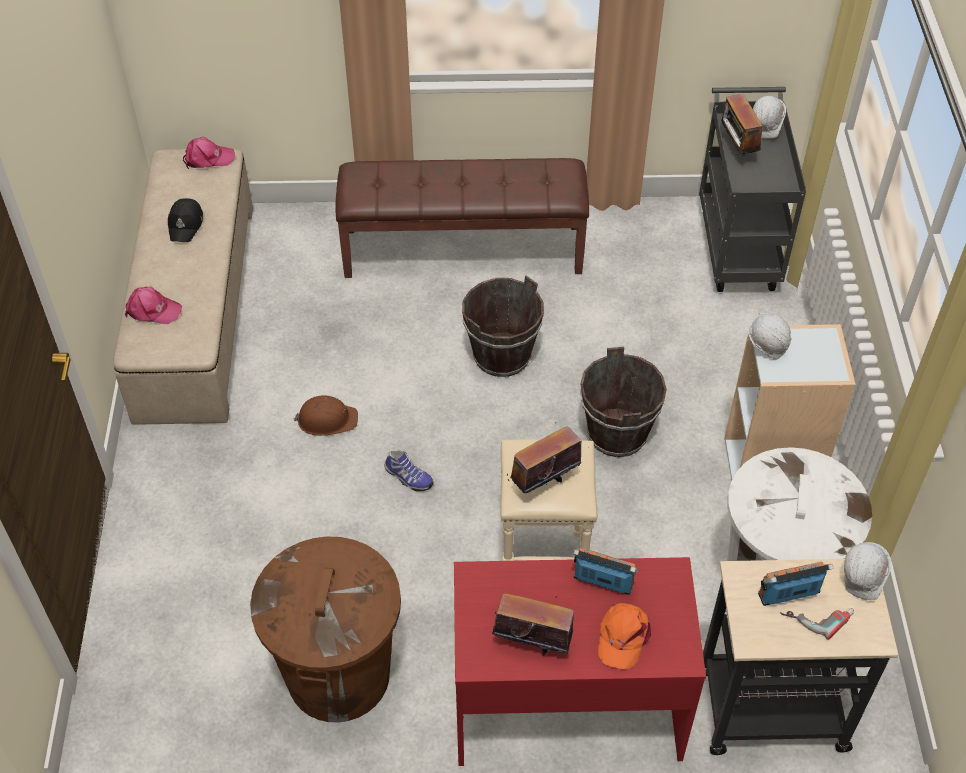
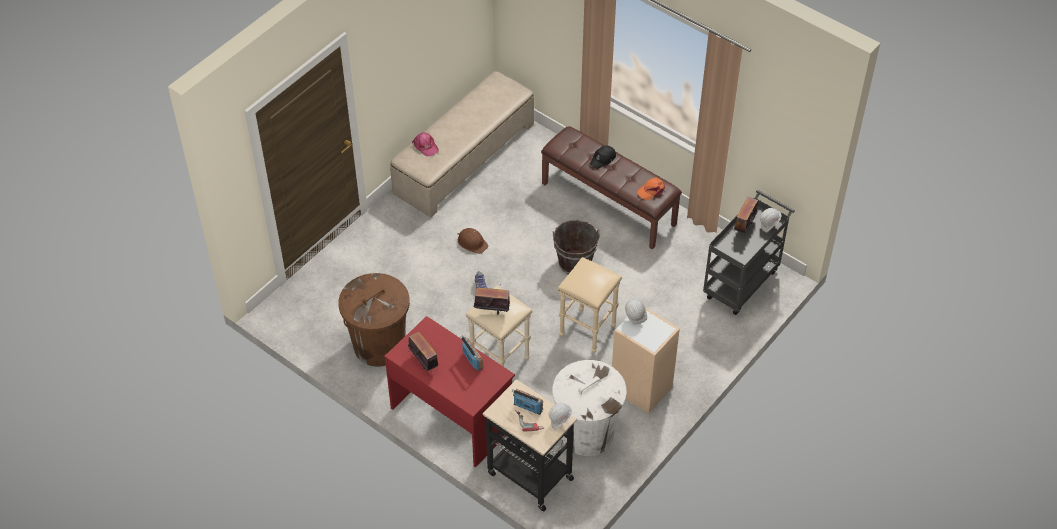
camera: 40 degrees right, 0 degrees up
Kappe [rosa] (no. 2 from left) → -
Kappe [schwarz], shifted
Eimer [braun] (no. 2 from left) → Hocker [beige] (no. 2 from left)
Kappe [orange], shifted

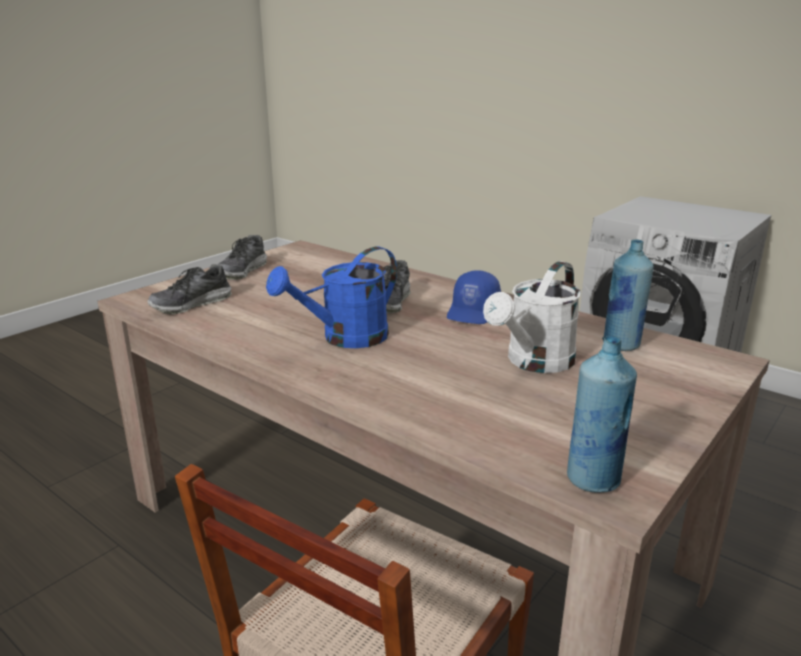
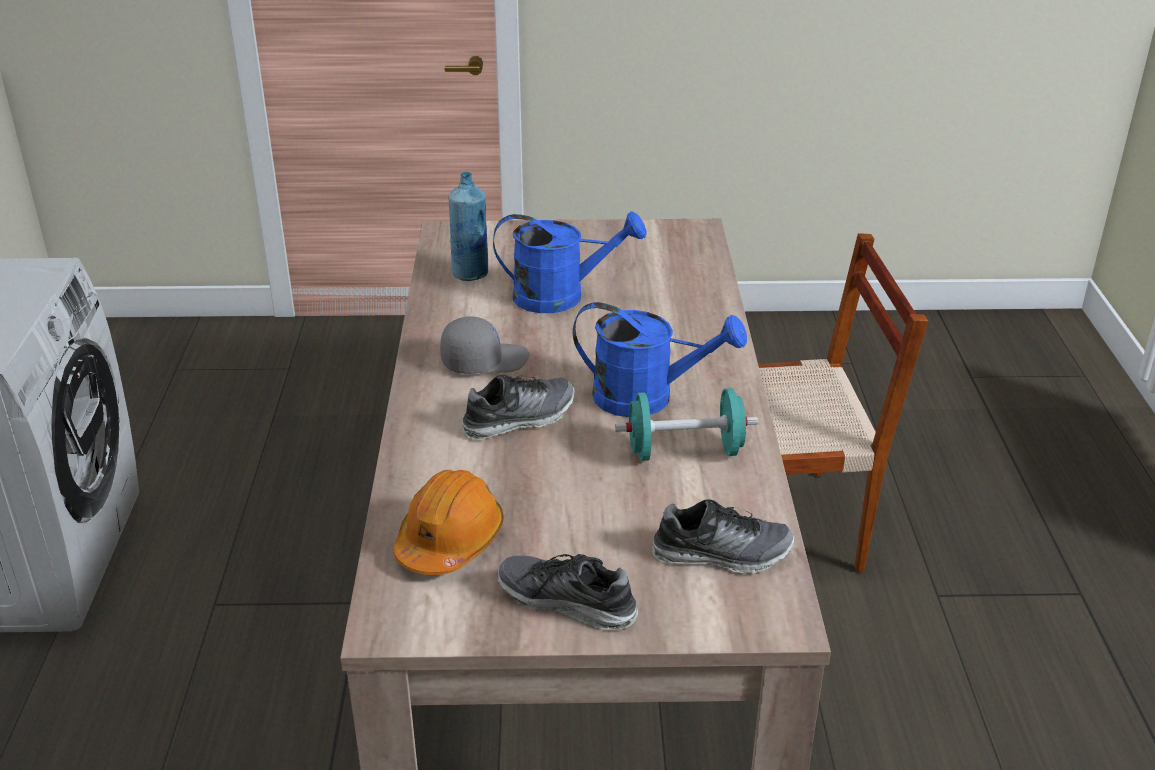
camera: 130 degrees left, 10 degrees up
Schuh (no. 2 from left), 135 degrees counterclockwise
Gießkanne [weiß] → Gießkanne [blau] (no. 1 from left)
Kappe [blau] → Kappe [grau]
Flasche [blau] (no. 1 from left) → -
- → Hantel [türkis]
- → Schutzhelm [orange]

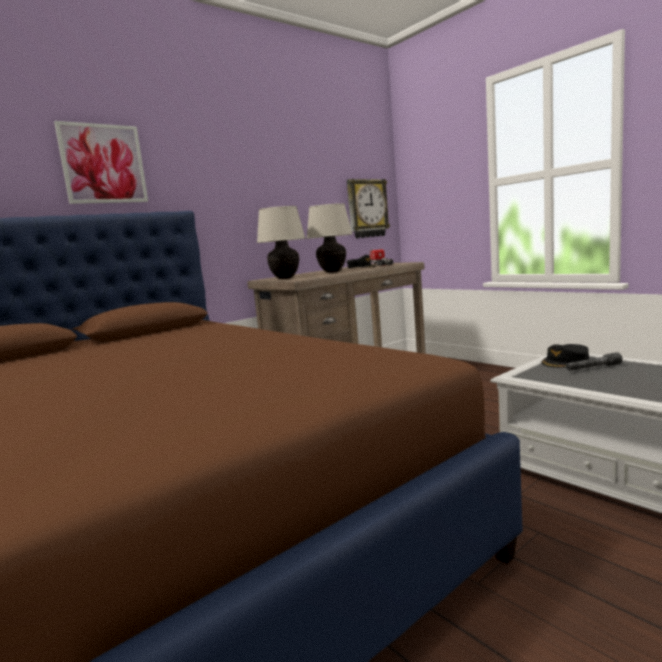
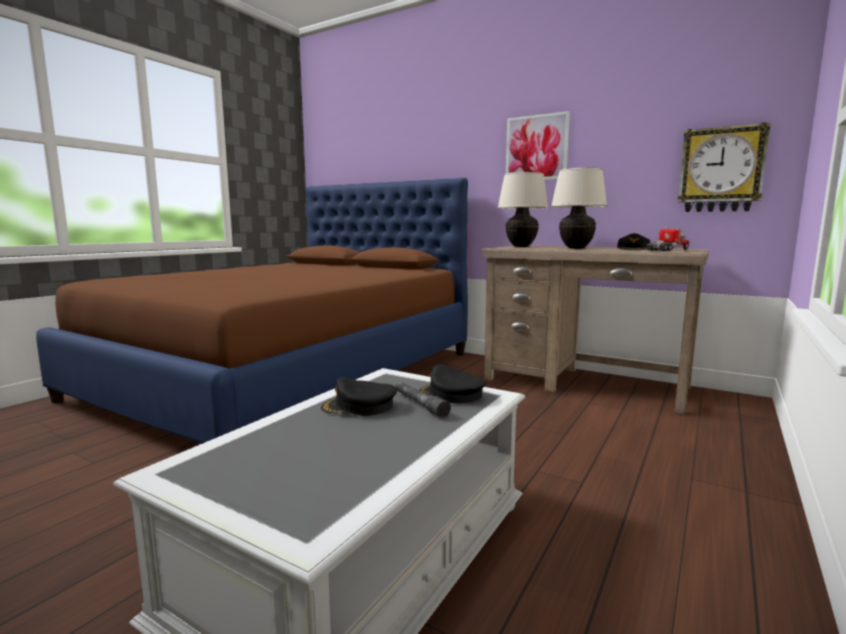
camera: 70 degrees right, 0 degrees up
Bild, shifted
- → Kappe [schwarz] (no. 1 from left)

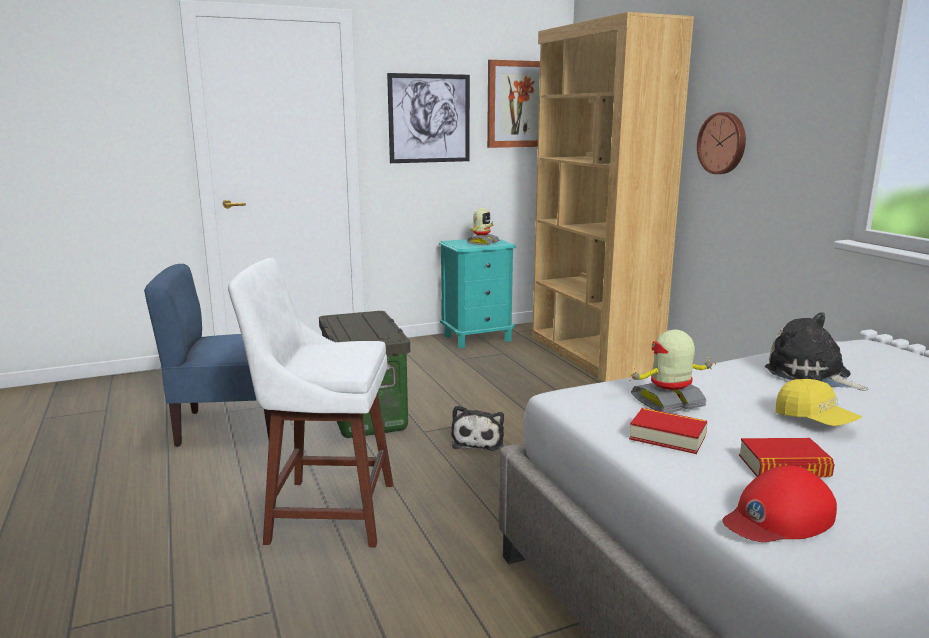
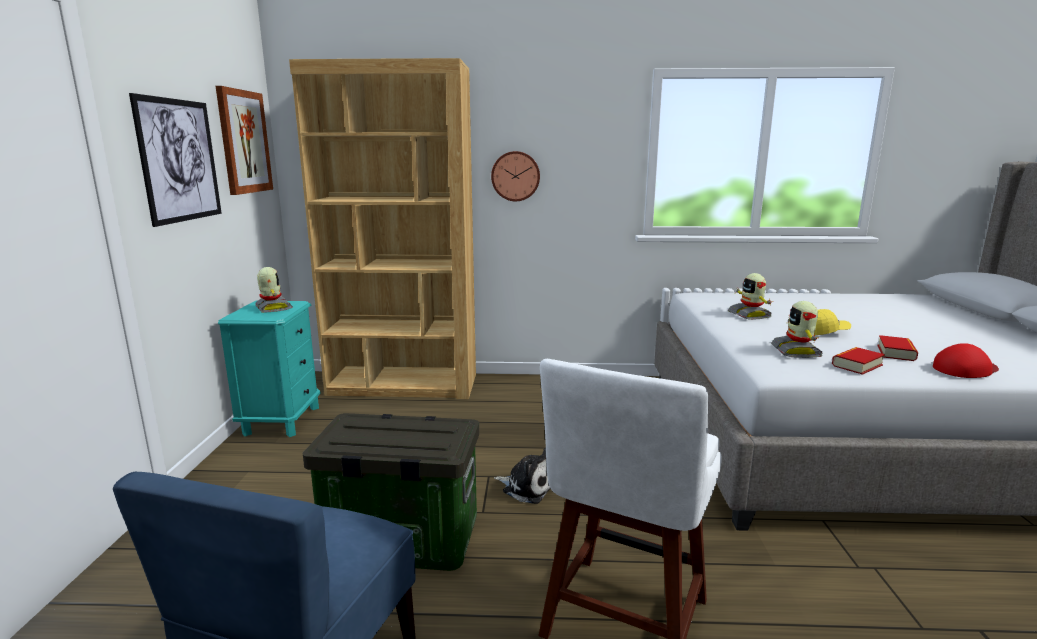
camera: 65 degrees left, 0 degrees up
Plüschtier (no. 2 from left) → Spielzeugroboter (no. 2 from left)
Kappe [rot], 105 degrees counterclockwise

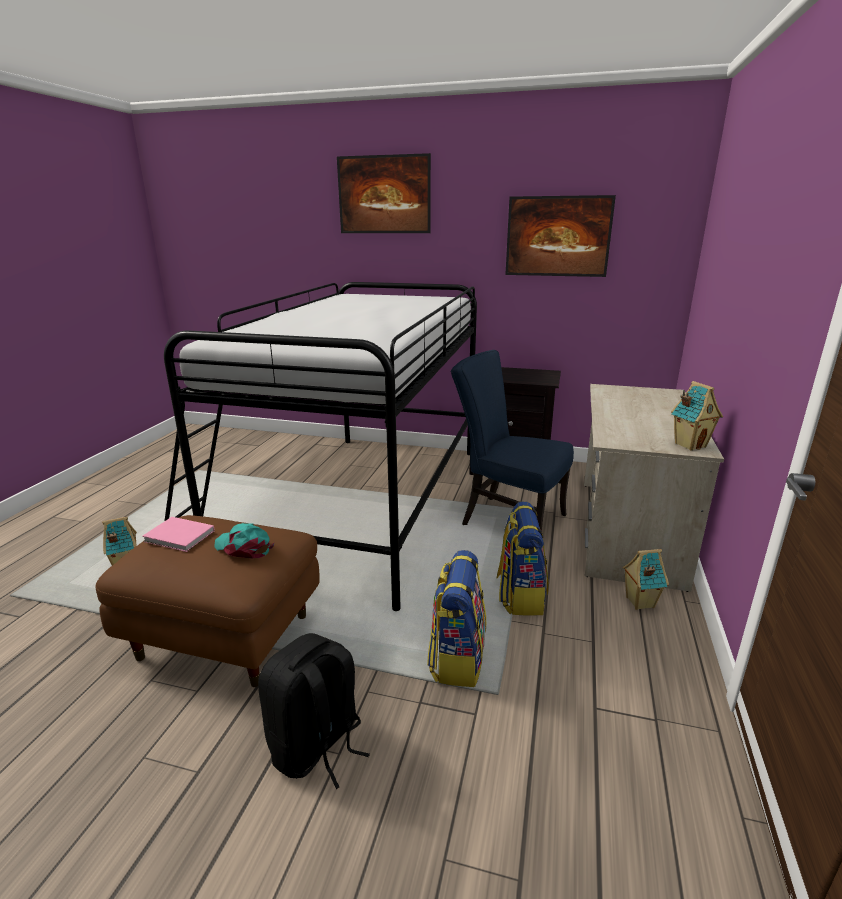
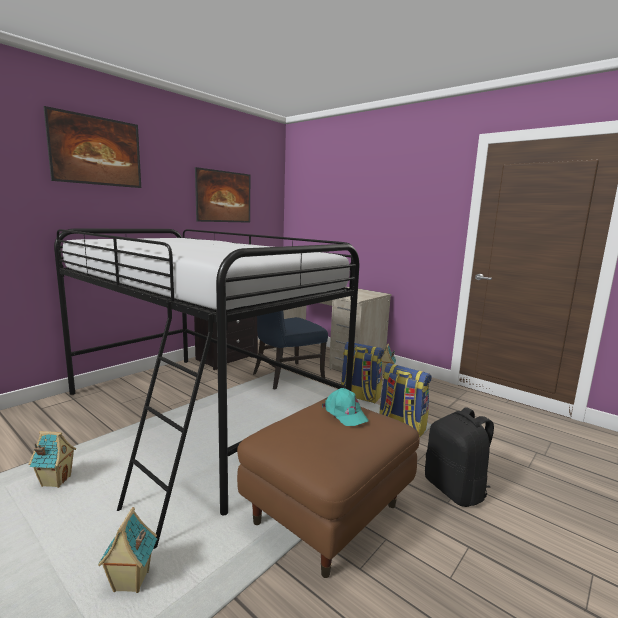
camera: 65 degrees left, 10 degrees down
Spielzeughaus (no. 3 from left in the first image) → Spielzeughaus (no. 1 from left), shifted
Buch [rosa] → -
Kappe [türkis], 90 degrees counterclockwise

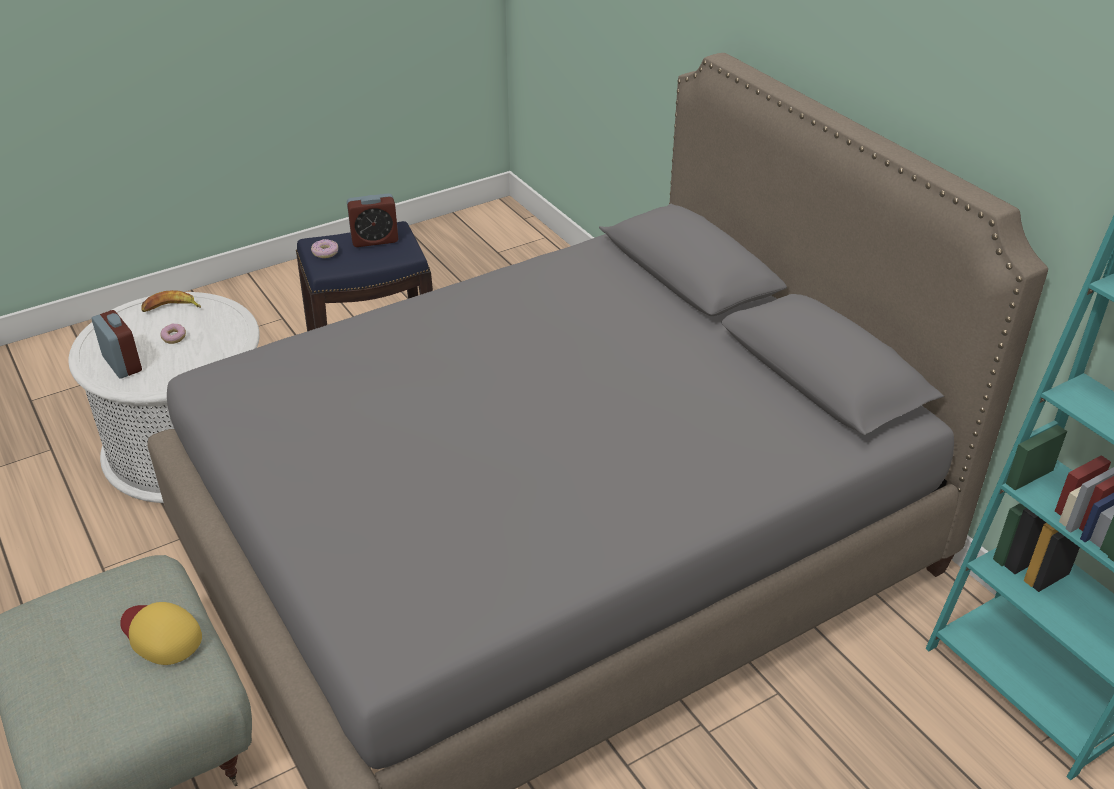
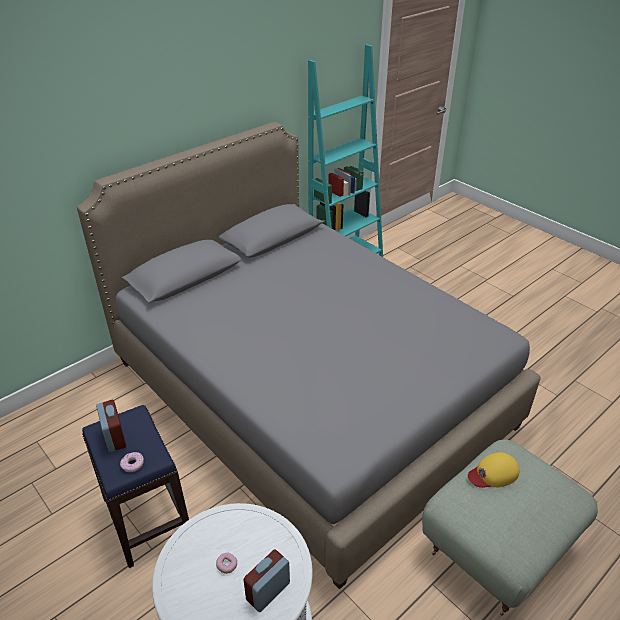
camera: 100 degrees left, 0 degrees up
Banane → -
Kappe [gelb], 45 degrees clockwise

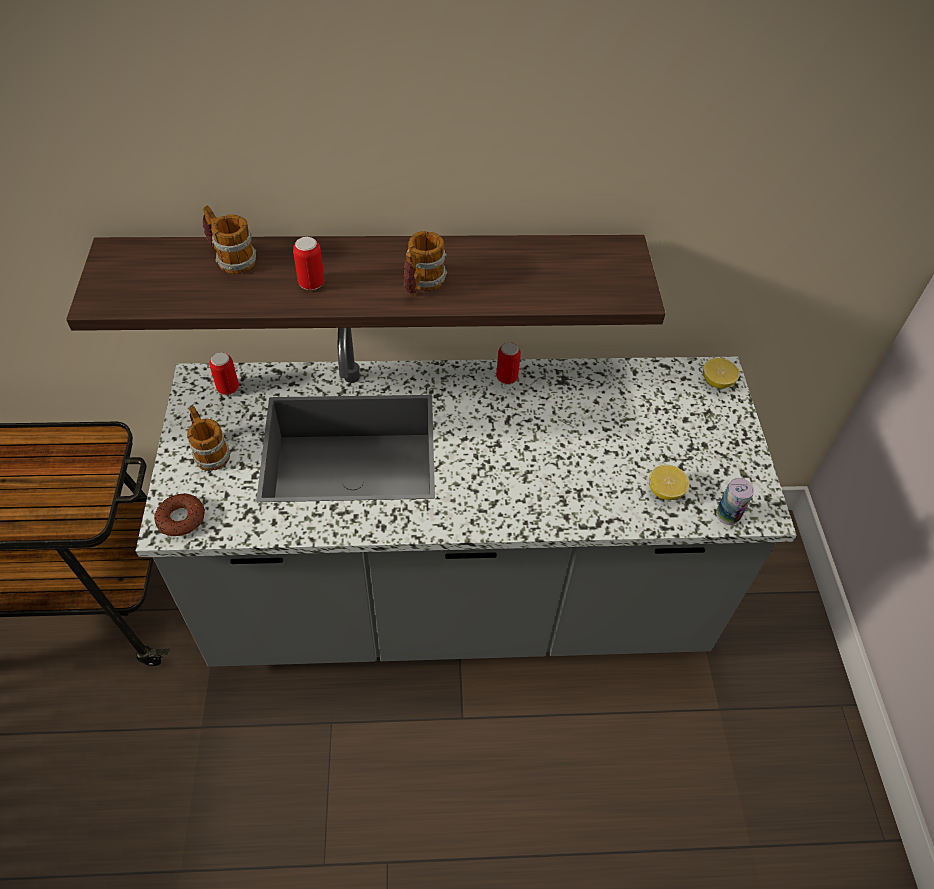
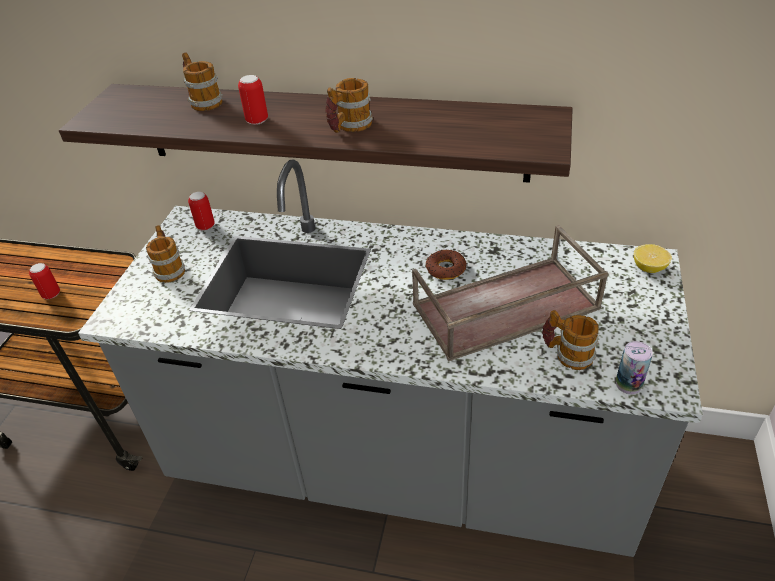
camera: 20 degrees right, 10 degrees down
Dose (no. 3 from left in the first image) → Dose (no. 1 from left), shifted
Zitrone (no. 1 from left) → Henkelbecher (no. 4 from left)
Donut, shifted
- → Tablett [braun]

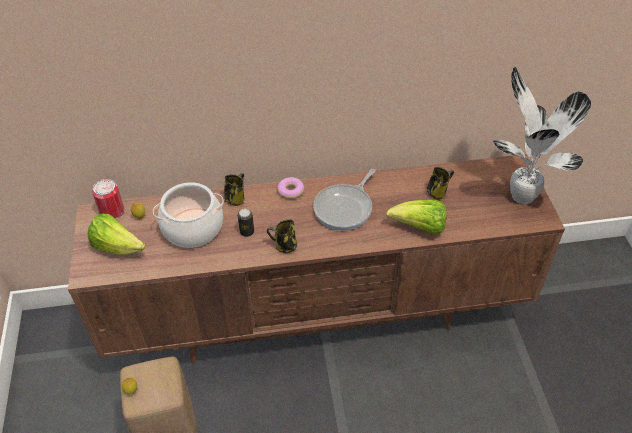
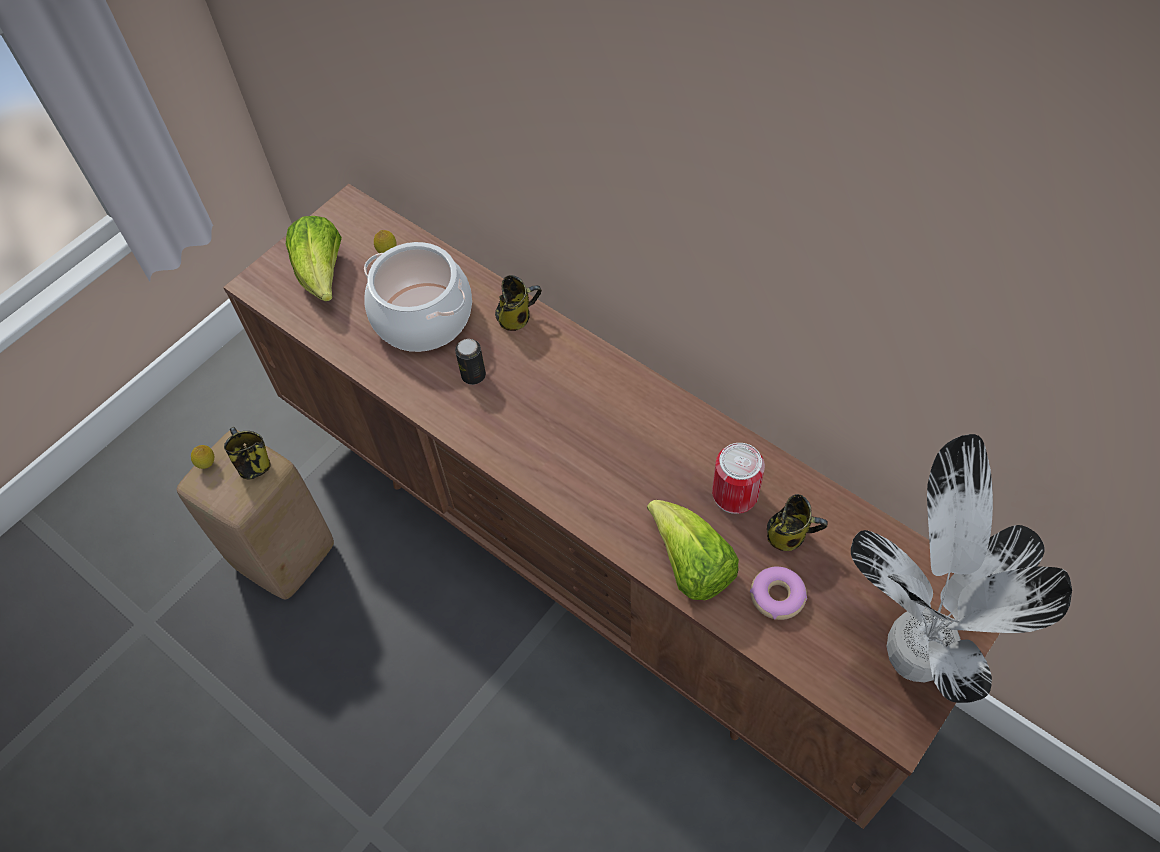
camera: 50 degrees right, 10 degrees up
Pfanne → -
Donut, shifted
Dose (no. 1 from left in the first image) → Dose (no. 2 from left), shifted
Henkelbecher (no. 2 from left in the first image) → Henkelbecher (no. 1 from left), shifted

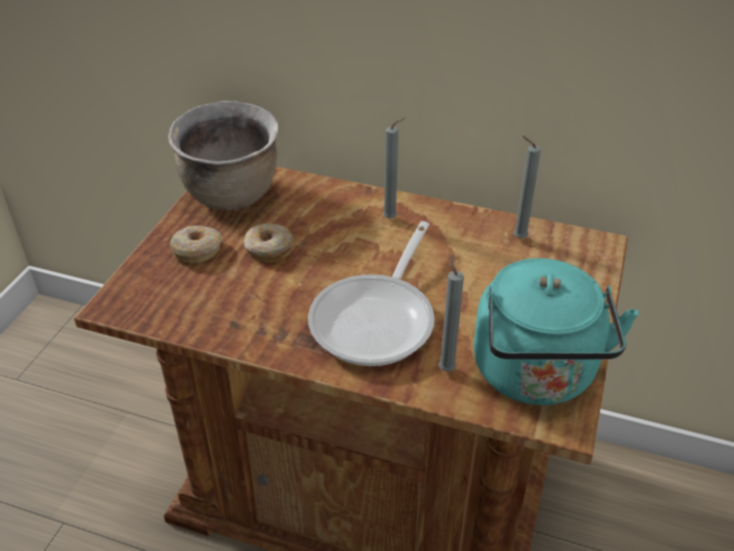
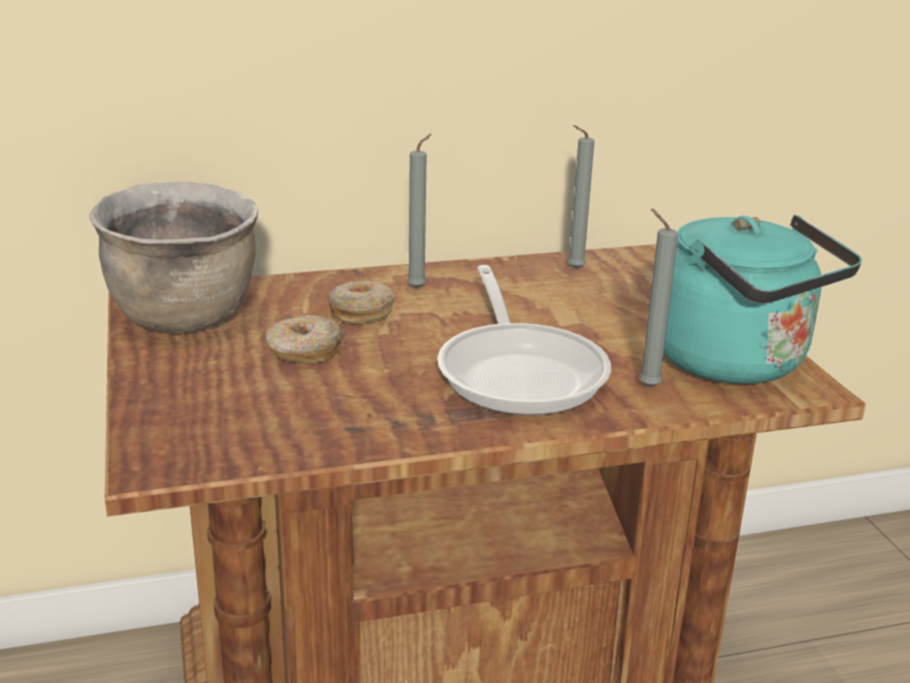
camera: 35 degrees left, 15 degrees down
Donut (no. 1 from left in the first image) → Donut (no. 2 from left), shifted

